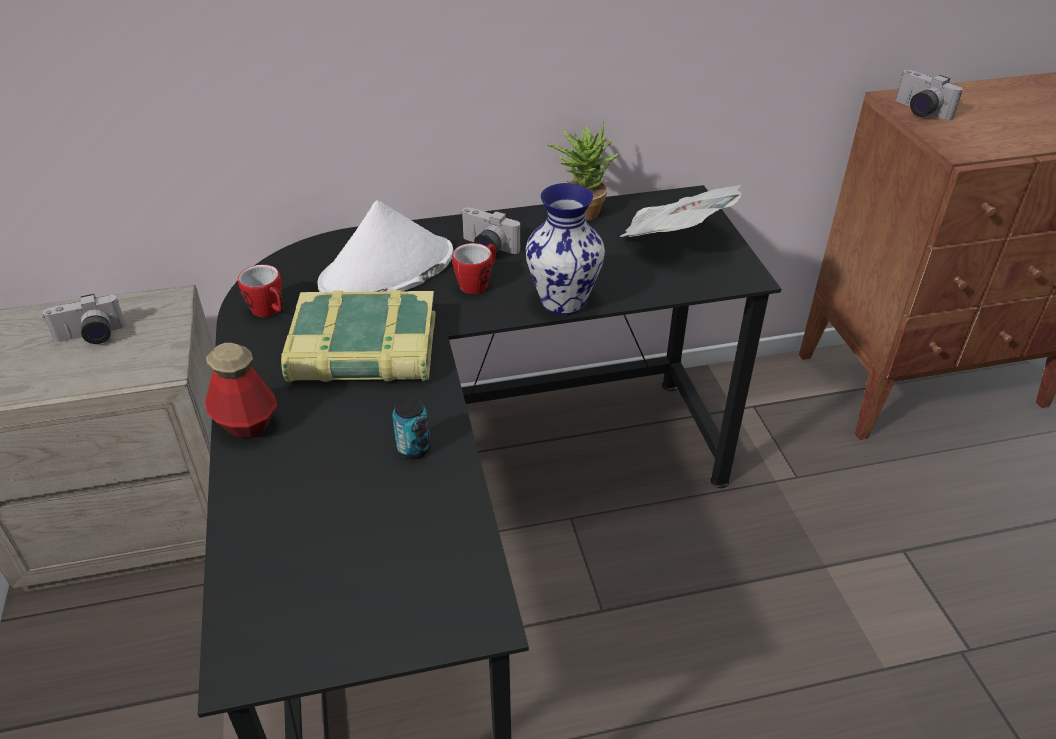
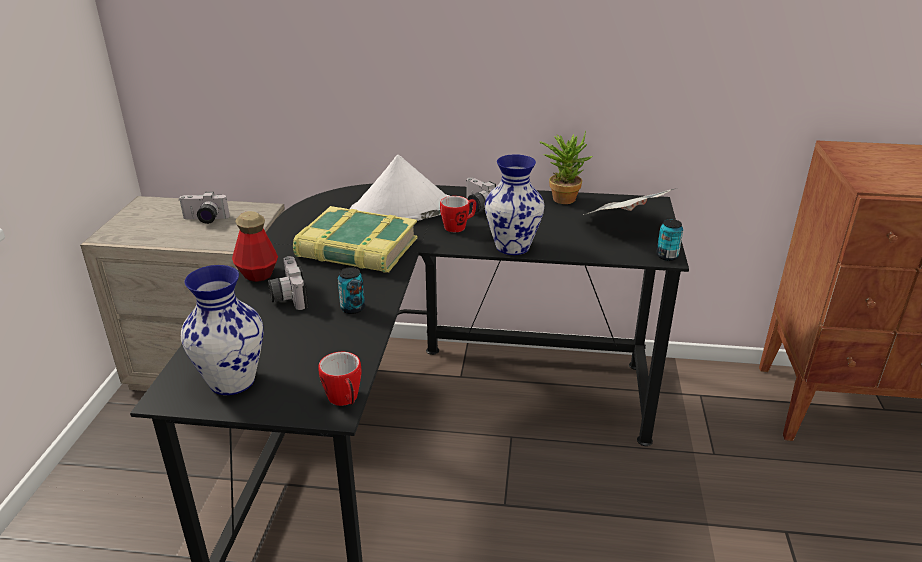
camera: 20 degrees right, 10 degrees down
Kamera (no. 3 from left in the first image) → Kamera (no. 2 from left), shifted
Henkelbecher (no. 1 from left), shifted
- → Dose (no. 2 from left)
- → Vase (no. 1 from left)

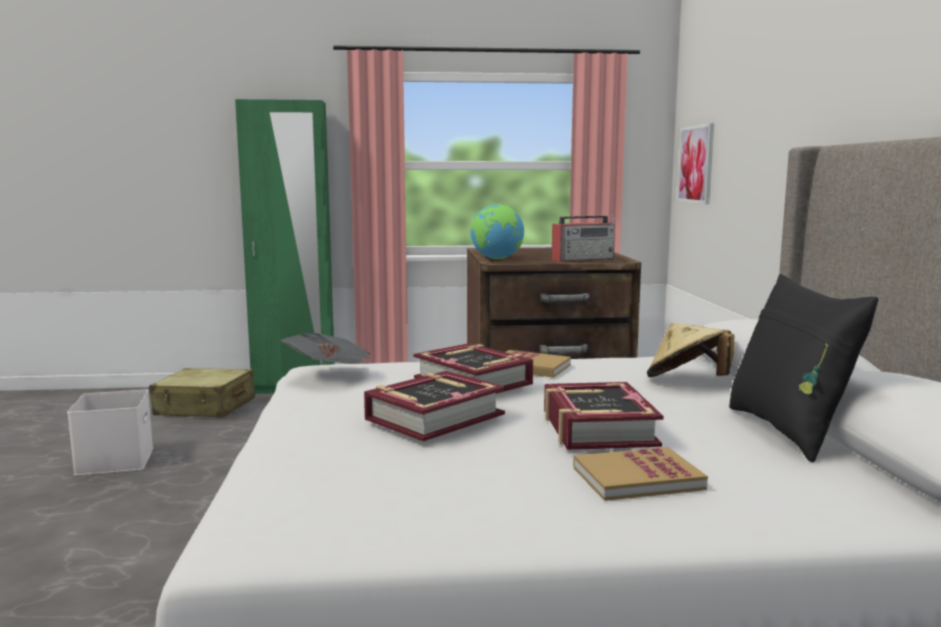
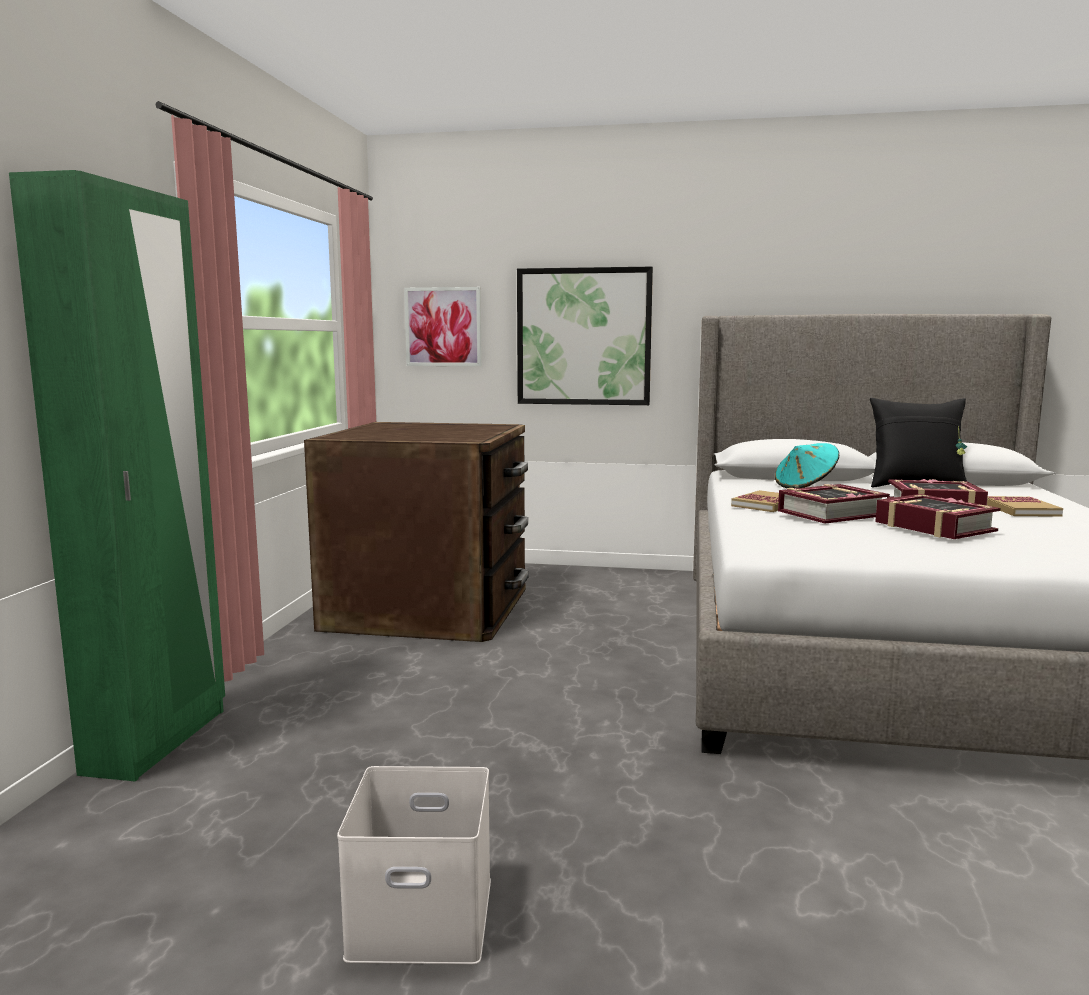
camera: 75 degrees left, 0 degrees up
Globus → -
Radio → -
Hut [beige] → Hut [türkis]
Zeitung → -
Koffer [beige] → -
- → Bild (no. 2 from left)

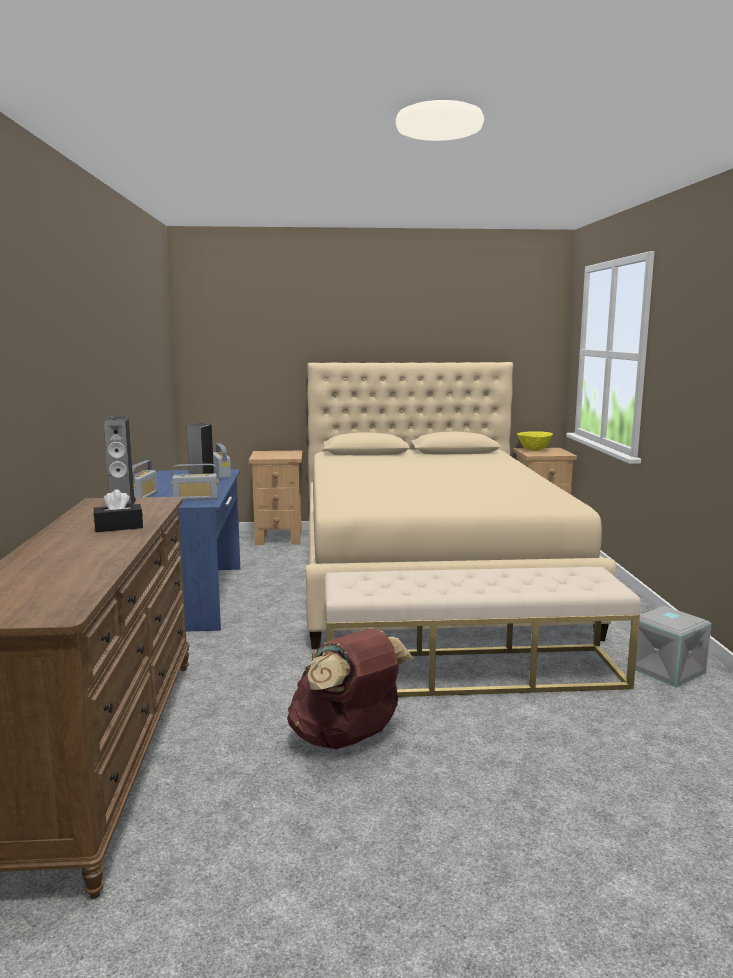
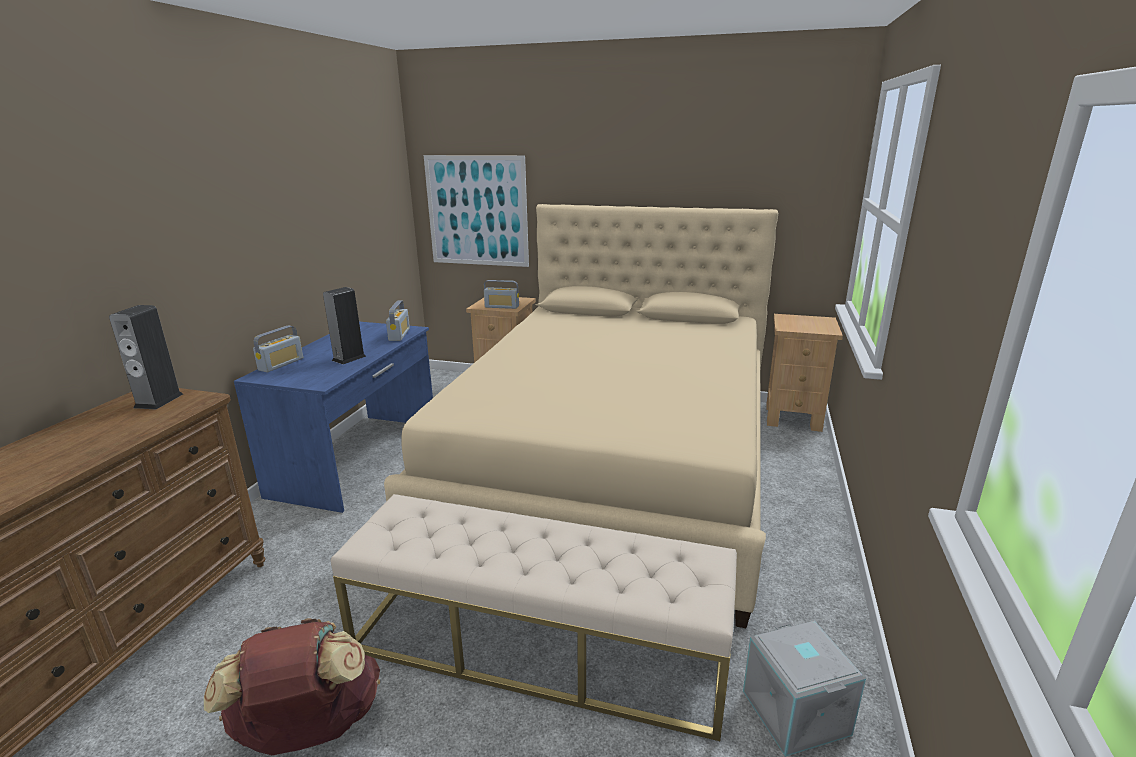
camera: 20 degrees right, 10 degrees up
Schüssel [gelb] → -
Radio (no. 2 from left in the first image) → Radio (no. 3 from left), shifted
Taschentuchbox [schwarz] → -
- → Bild

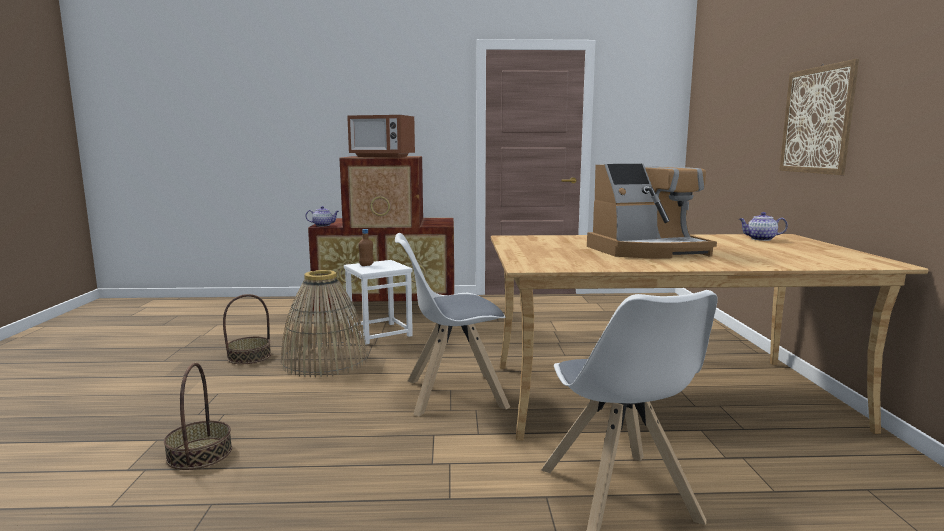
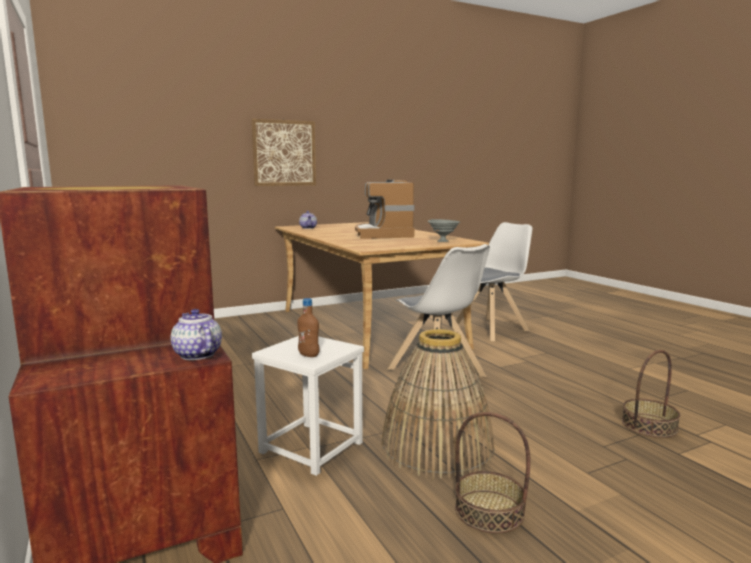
camera: 115 degrees left, 0 degrees up
Mikrowelle → -
Kaffeemaschine, 150 degrees counterclockwise
- → Schüssel [grau]

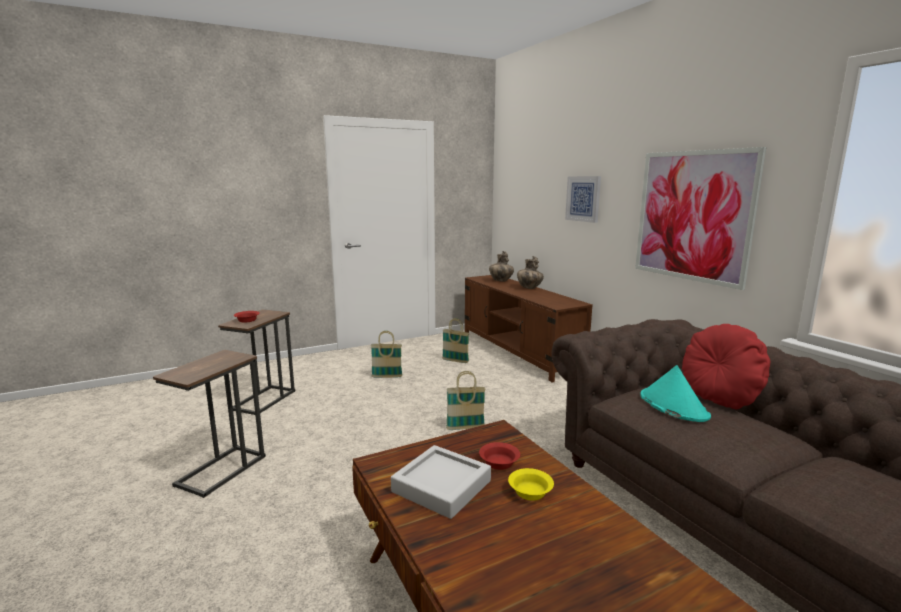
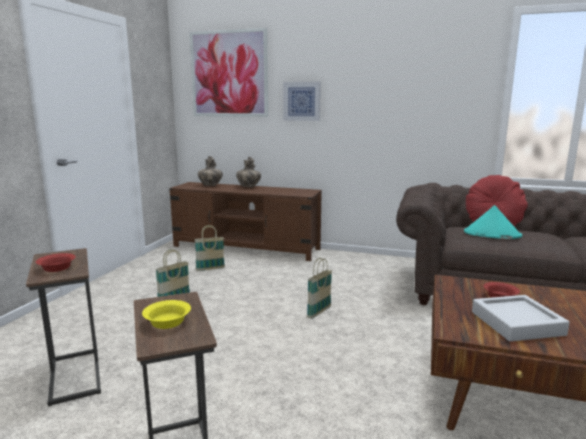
camera: 45 degrees left, 0 degrees up
Bild (no. 2 from left in the first image) → Bild (no. 1 from left), shifted
Schüssel [gelb], shifted

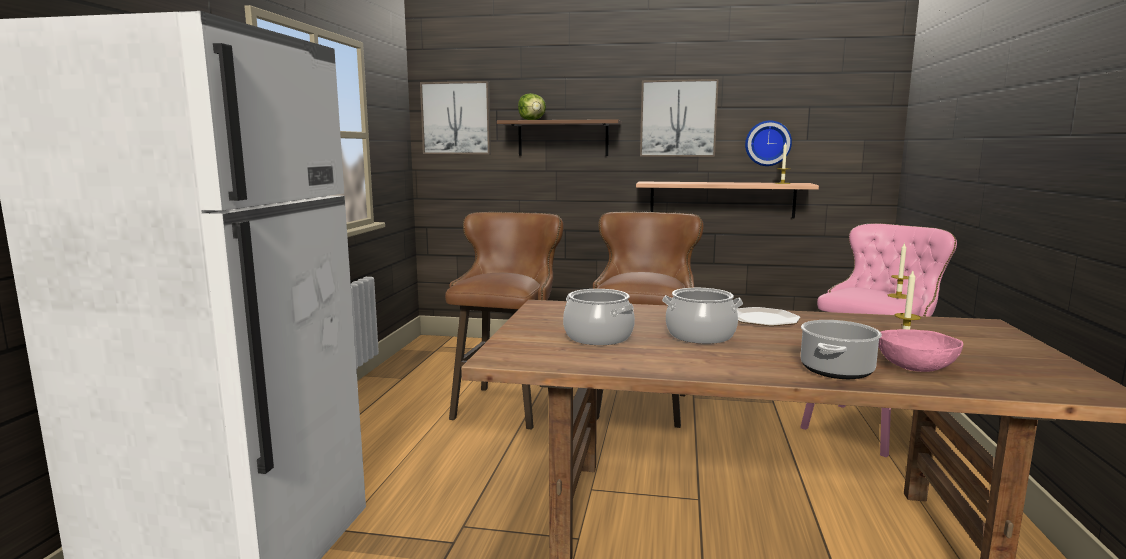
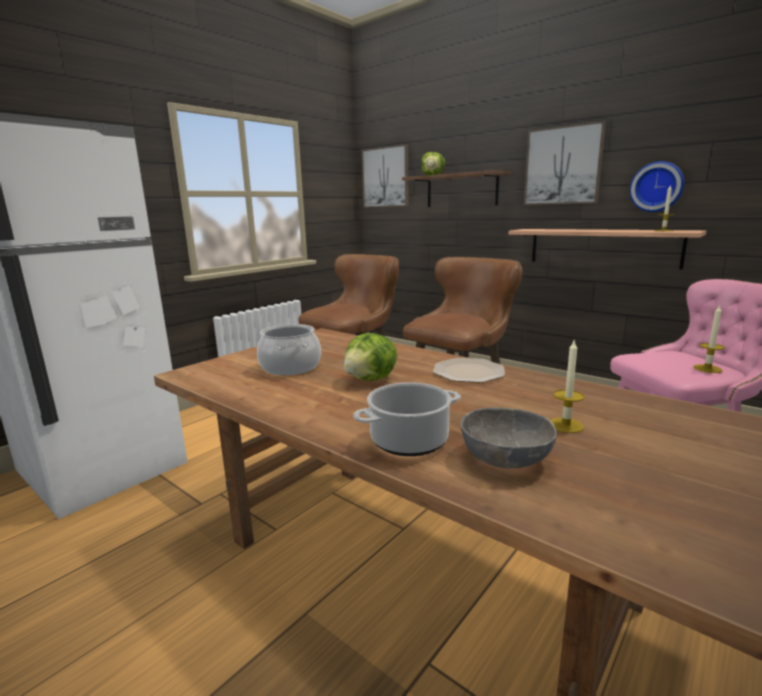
camera: 30 degrees right, 5 degrees up
Kochtopf (no. 2 from left) → Salatkopf (no. 1 from left)
Schüssel [rosa] → Schüssel [grau]

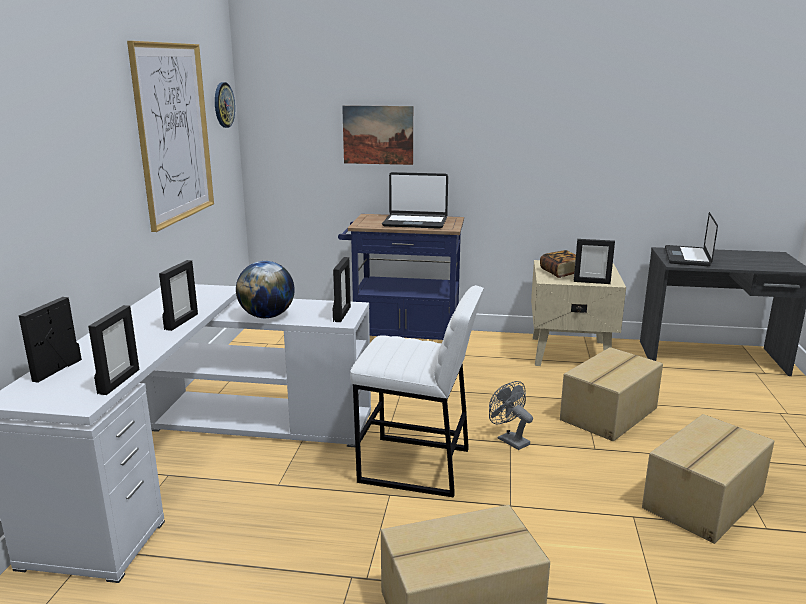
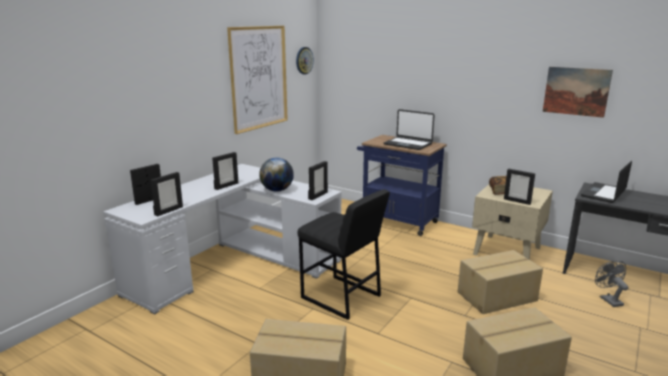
camera: 25 degrees right, 0 degrees up
Bild (no. 2 from left), shifted
Stuhl [weiß] → Stuhl [schwarz]
Ventilator [grau], shifted

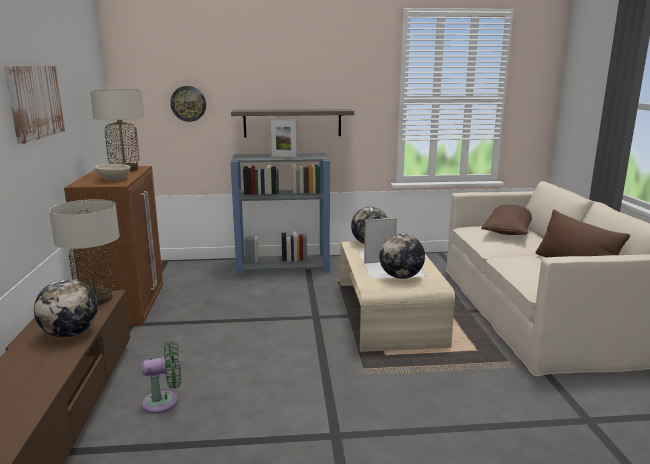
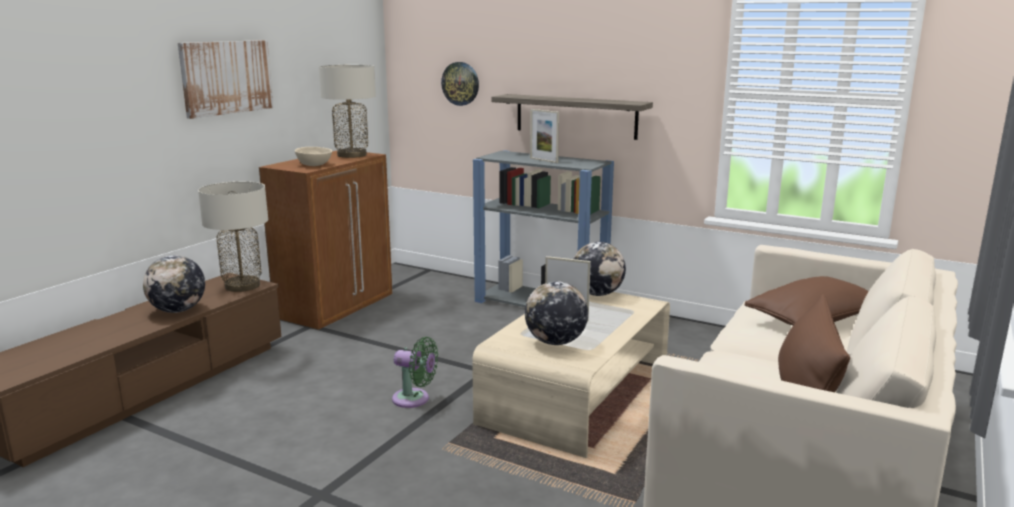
camera: 35 degrees right, 0 degrees up
Ventilator [grün], shifted

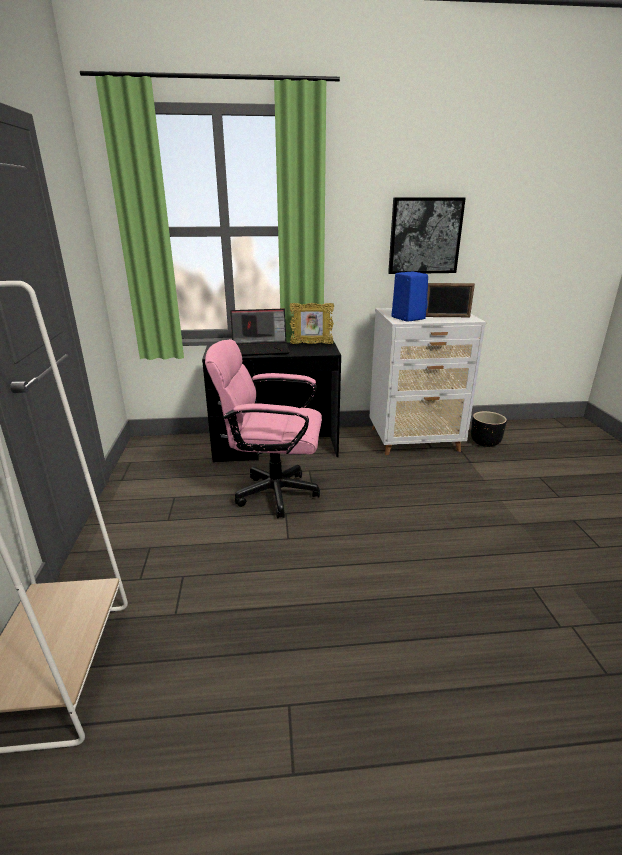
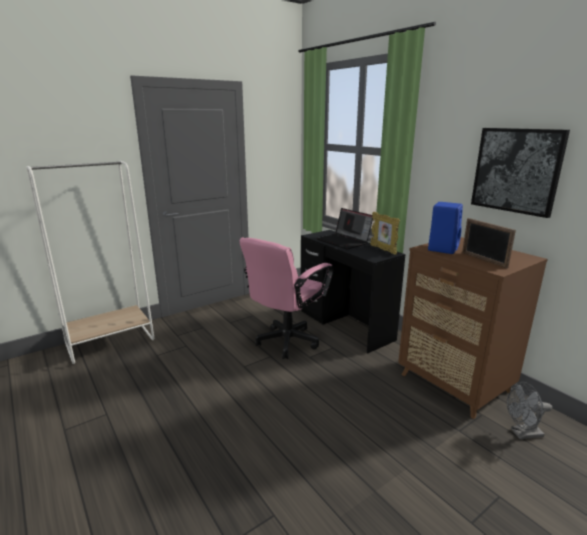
camera: 60 degrees right, 5 degrees down
Kommode [weiß] → Kommode [braun]
Bürostuhl [rosa], 120 degrees counterclockwise
Pflanzkübel [schwarz] → Ventilator [grau]

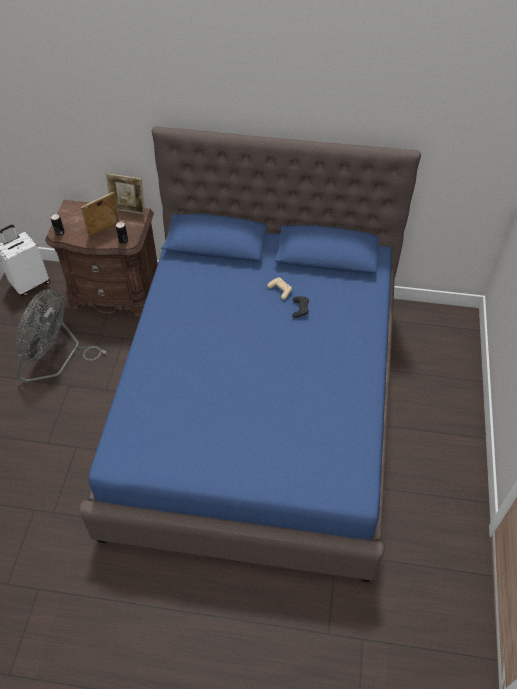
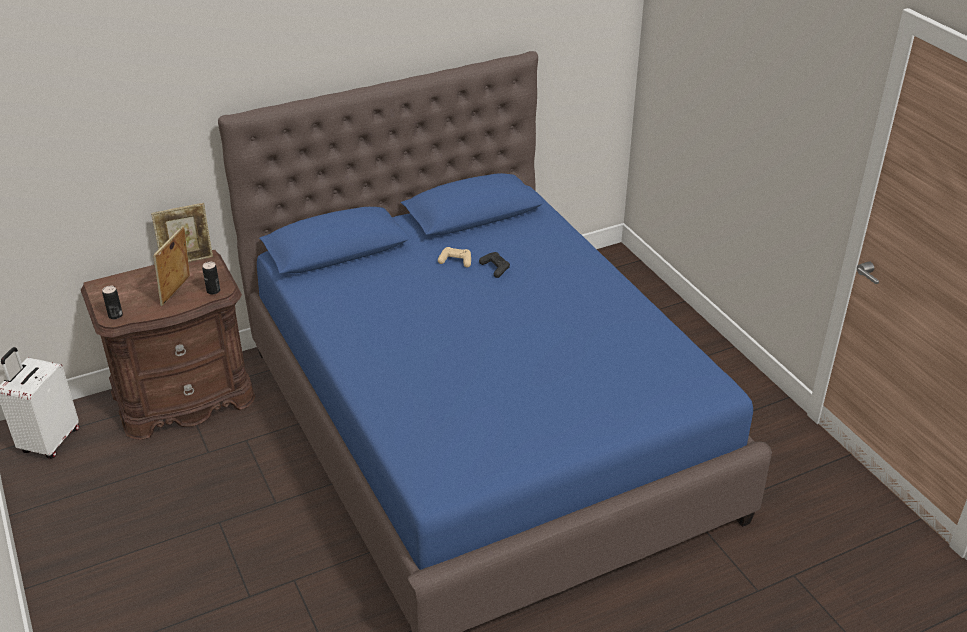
camera: 35 degrees left, 15 degrees down
Ventilator [grau] → -

